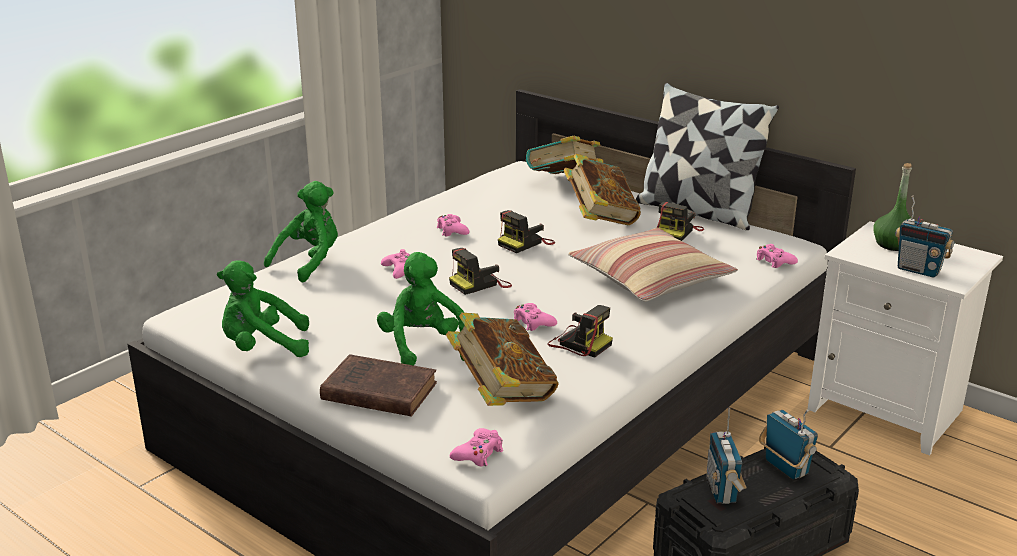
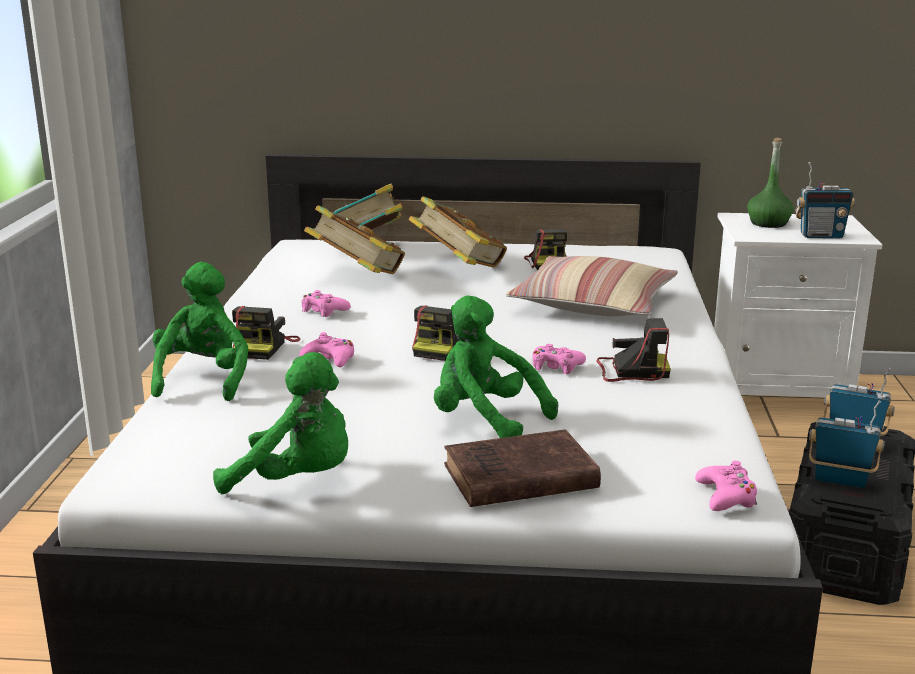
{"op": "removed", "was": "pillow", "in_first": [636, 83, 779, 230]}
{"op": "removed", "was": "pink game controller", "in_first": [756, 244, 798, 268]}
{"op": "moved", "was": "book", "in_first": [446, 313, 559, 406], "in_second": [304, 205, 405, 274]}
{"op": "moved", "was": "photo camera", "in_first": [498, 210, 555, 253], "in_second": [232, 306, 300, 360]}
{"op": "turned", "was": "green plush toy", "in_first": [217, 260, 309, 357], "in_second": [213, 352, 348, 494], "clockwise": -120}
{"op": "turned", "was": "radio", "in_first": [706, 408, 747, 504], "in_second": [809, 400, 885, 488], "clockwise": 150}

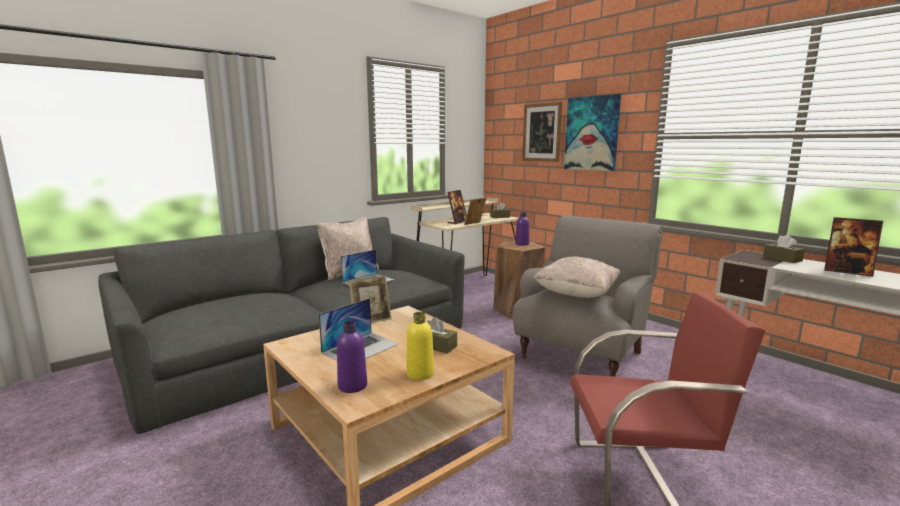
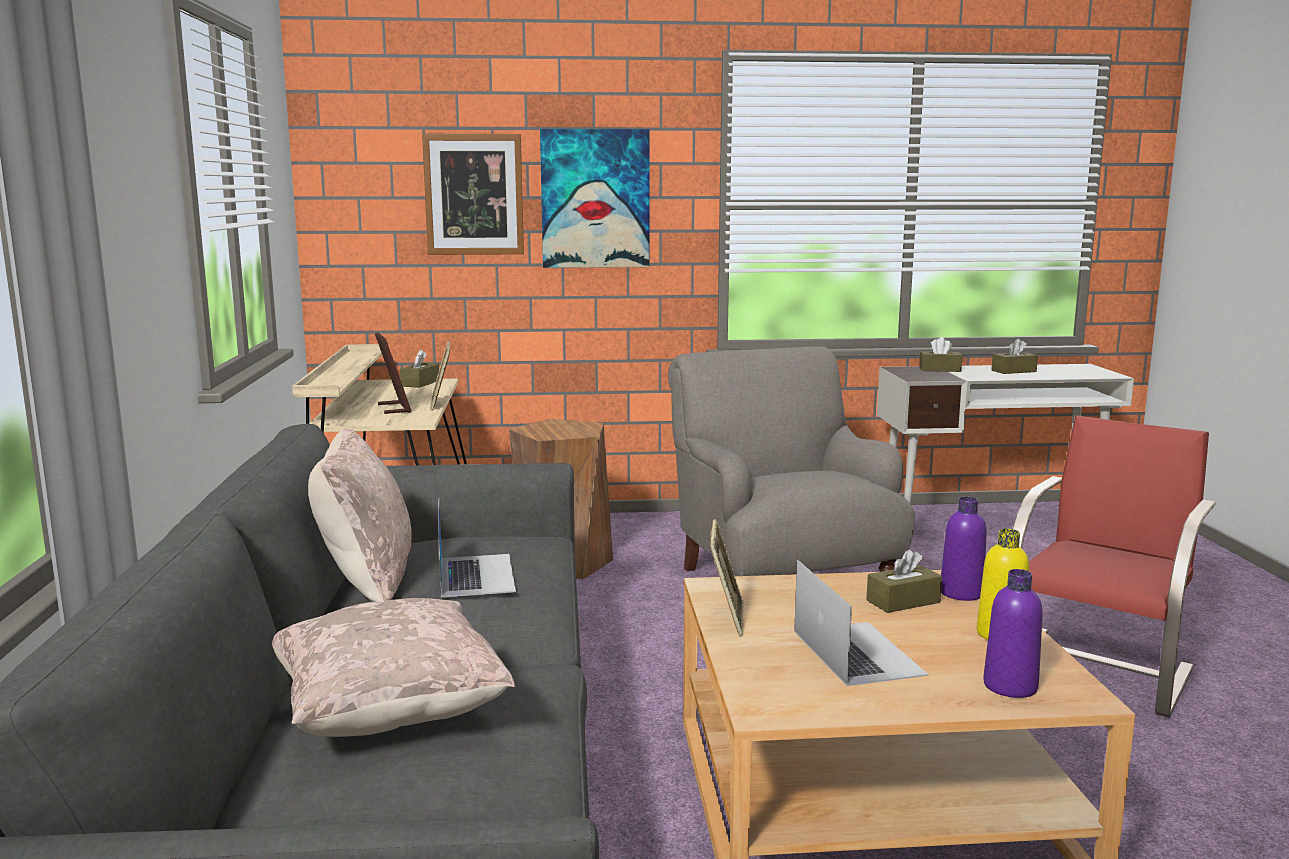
{"op": "moved", "was": "purple bottle", "in_first": [515, 212, 529, 246], "in_second": [941, 497, 987, 601]}
{"op": "moved", "was": "beige pillow", "in_first": [533, 256, 621, 298], "in_second": [272, 598, 515, 737]}
{"op": "replaced", "was": "picture frame", "now": "brown tissue box", "in_first": [824, 217, 883, 277], "in_second": [991, 338, 1038, 374]}

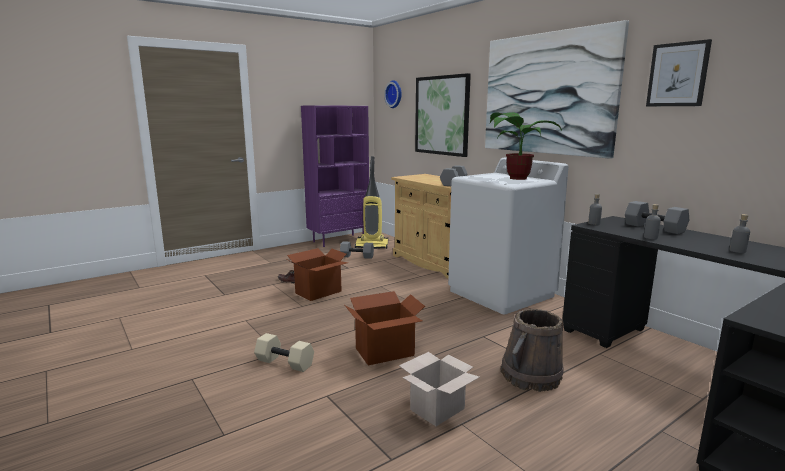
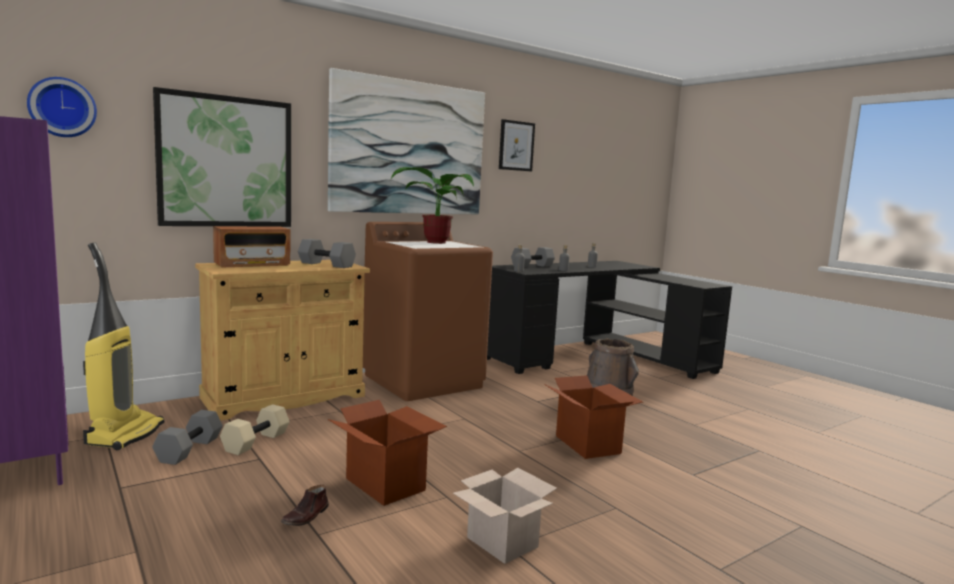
{"op": "added", "now": "radio", "in_second": [213, 226, 290, 267]}
{"op": "moved", "was": "beige dumbbell", "in_first": [254, 333, 314, 372], "in_second": [220, 404, 290, 455]}
{"op": "moved", "was": "cardboard box", "in_first": [399, 352, 479, 426], "in_second": [453, 468, 557, 564]}
{"op": "recoloured", "was": "white washing machine", "now": "brown washing machine", "in_first": [448, 157, 568, 315], "in_second": [363, 222, 493, 401]}

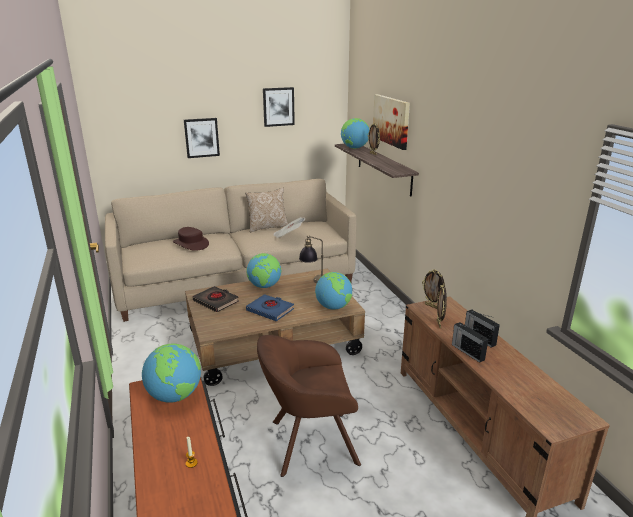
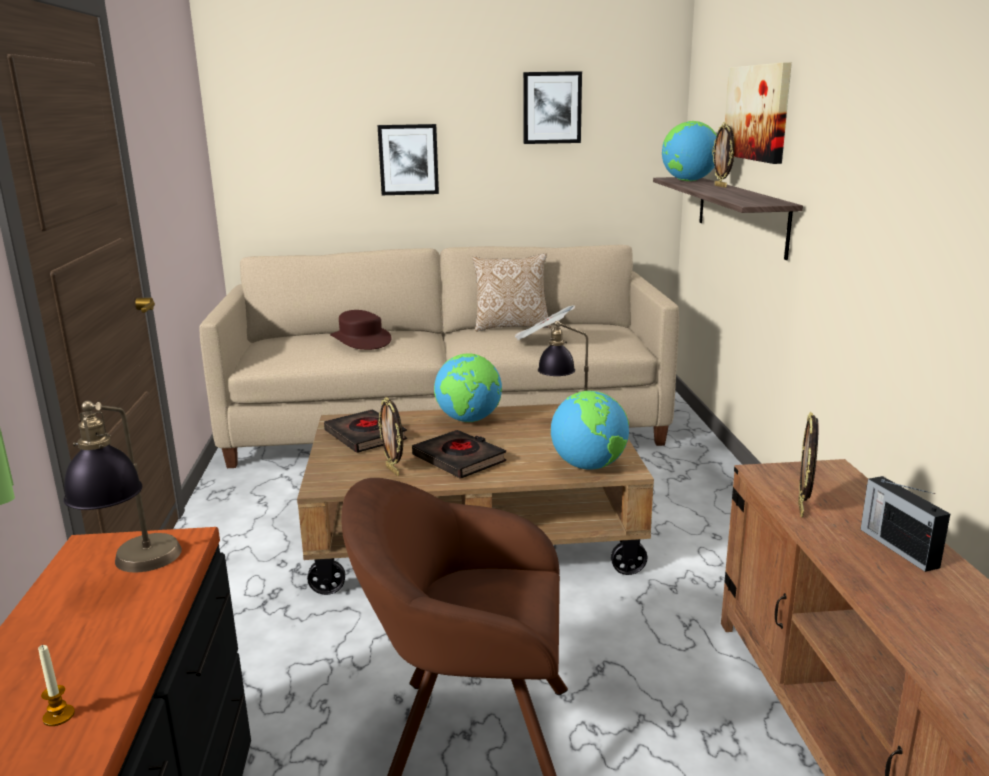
{"op": "removed", "was": "radio", "in_first": [452, 322, 488, 363]}
{"op": "moved", "was": "picture frame", "in_first": [422, 269, 445, 309], "in_second": [378, 397, 403, 476]}
{"op": "replaced", "was": "globe", "now": "table lamp", "in_first": [142, 344, 201, 402], "in_second": [64, 401, 182, 572]}
{"op": "recoloured", "was": "blue book", "now": "black book", "in_first": [246, 294, 294, 321], "in_second": [412, 430, 506, 479]}

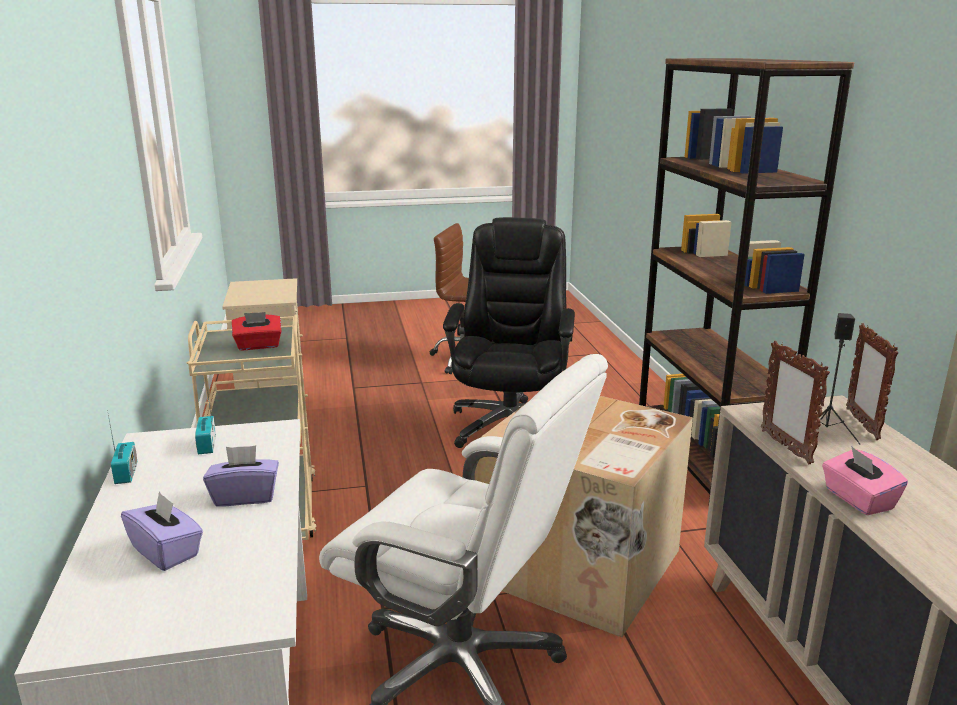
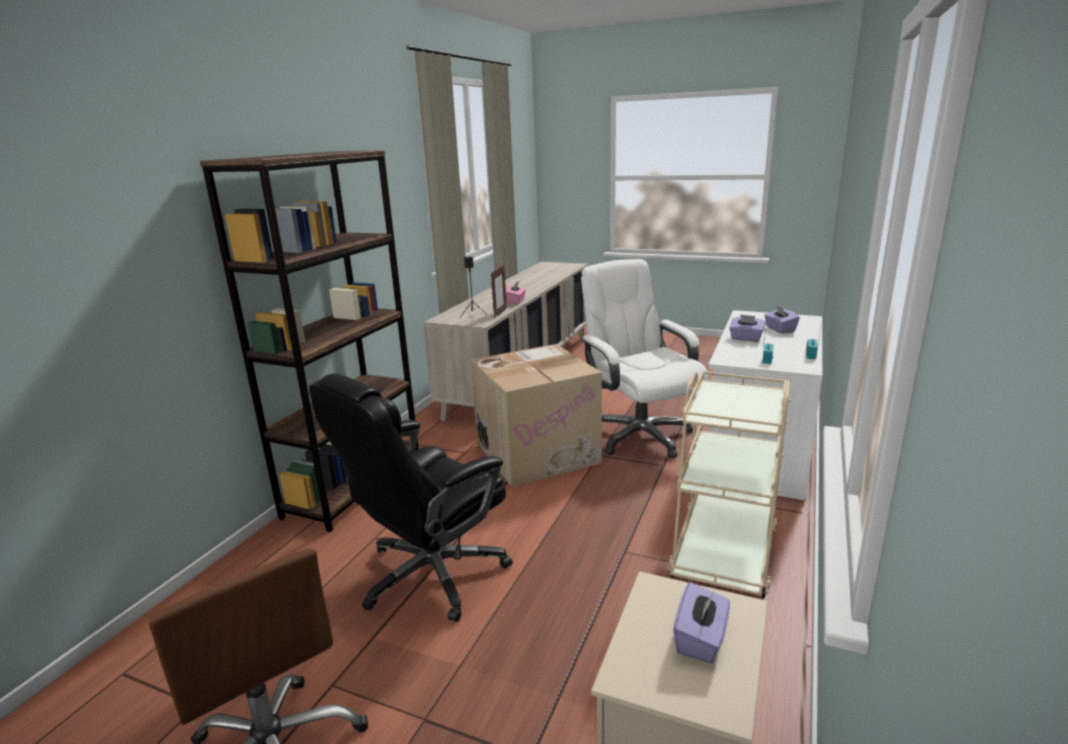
{"op": "removed", "was": "red tissue box", "in_first": [232, 312, 281, 350]}
{"op": "removed", "was": "picture frame", "in_first": [846, 323, 898, 440]}
{"op": "added", "now": "purple tissue box", "in_second": [673, 582, 730, 663]}

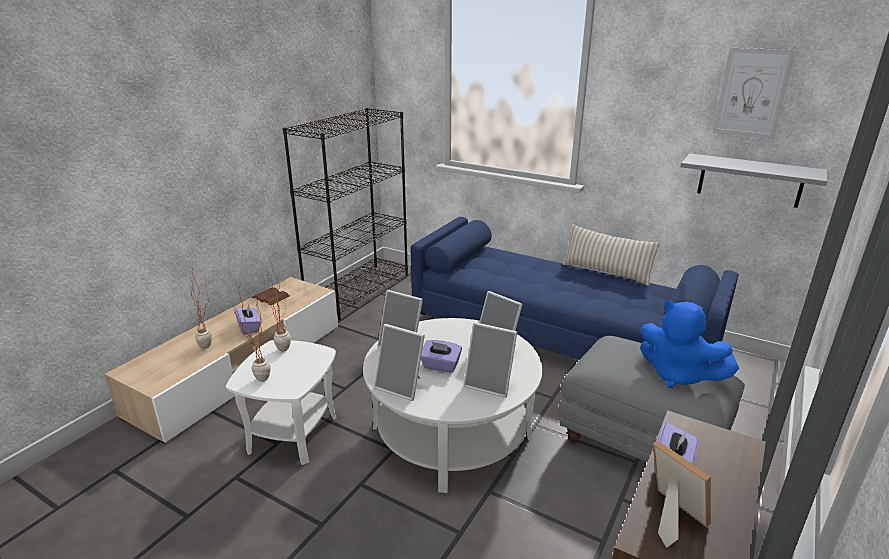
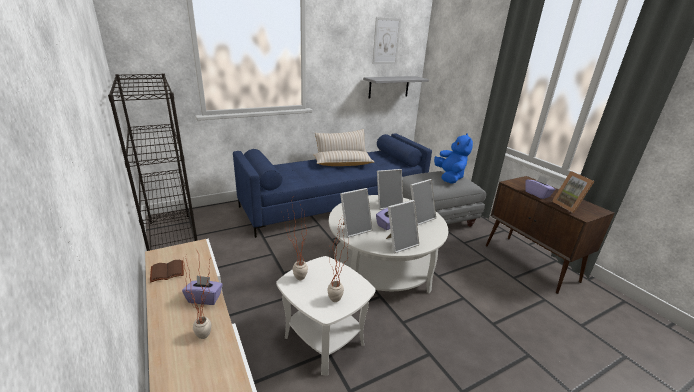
{"op": "added", "now": "beige pillow", "in_second": [313, 150, 374, 166]}
{"op": "turned", "was": "blue plush toy", "in_first": [640, 300, 739, 388], "in_second": [434, 133, 473, 184], "clockwise": -75}
{"op": "turned", "was": "picture frame", "in_first": [653, 440, 711, 548], "in_second": [552, 171, 595, 213], "clockwise": -105}

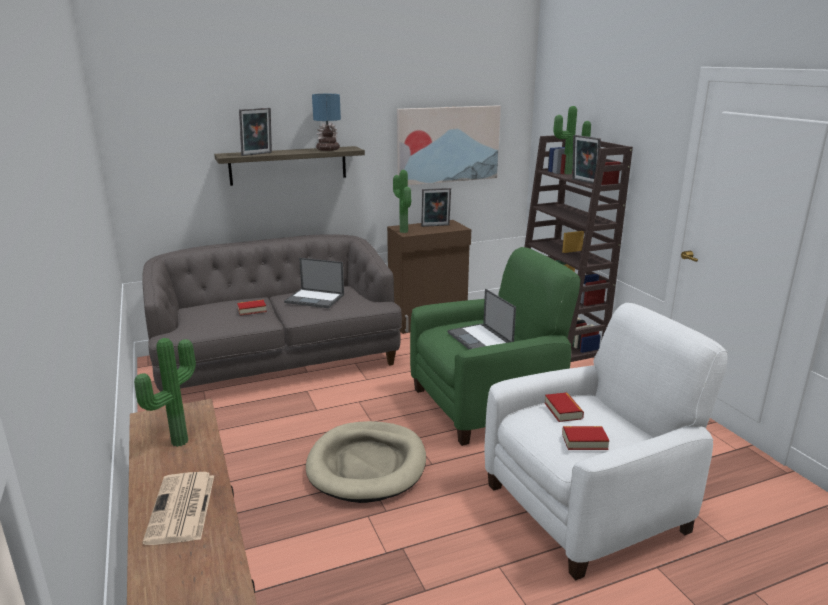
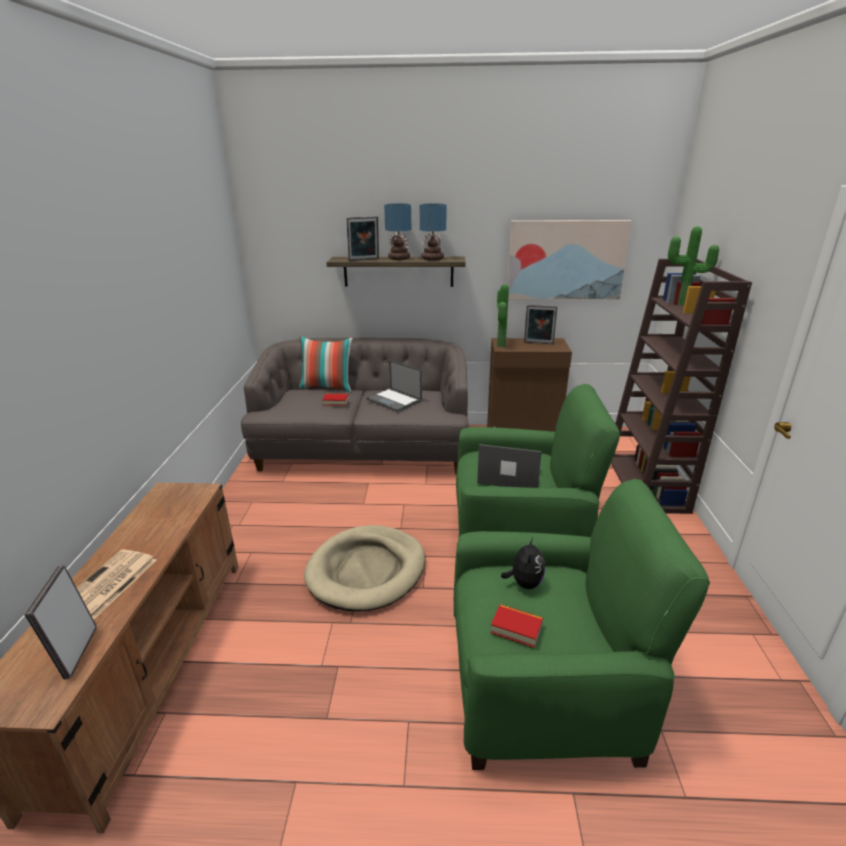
{"op": "removed", "was": "potted plant", "in_first": [134, 338, 196, 447]}
{"op": "added", "now": "pillow", "in_second": [299, 336, 353, 392]}
{"op": "added", "now": "table lamp", "in_second": [384, 203, 411, 260]}
{"op": "moved", "was": "picture frame", "in_first": [572, 135, 601, 184], "in_second": [25, 565, 97, 680]}
{"op": "replaced", "was": "book", "now": "plush toy", "in_first": [545, 392, 584, 422], "in_second": [501, 537, 545, 589]}
{"op": "recoloured", "was": "white armchair", "now": "green armchair", "in_first": [484, 303, 728, 580], "in_second": [454, 479, 710, 770]}
{"op": "turned", "was": "laptop", "in_first": [448, 289, 516, 349], "in_second": [477, 444, 542, 488], "clockwise": 105}

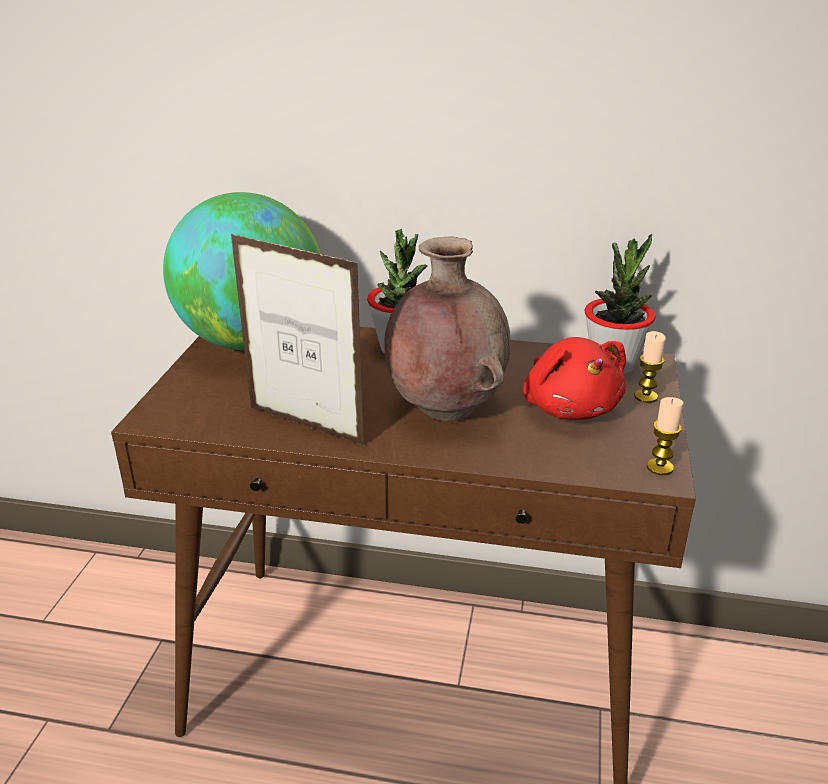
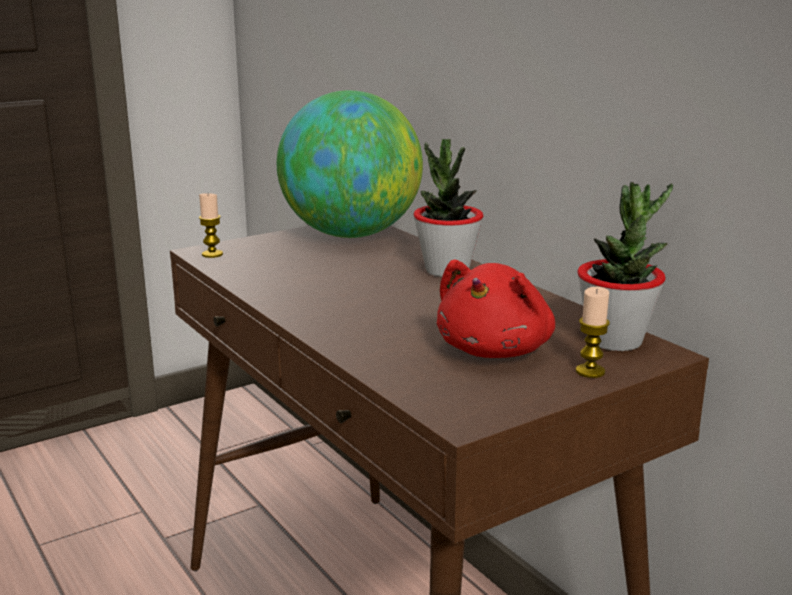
{"op": "removed", "was": "picture frame", "in_first": [231, 234, 365, 446]}
{"op": "removed", "was": "brown vase", "in_first": [384, 236, 511, 421]}
{"op": "moved", "was": "candle", "in_first": [647, 397, 684, 475], "in_second": [199, 193, 223, 258]}

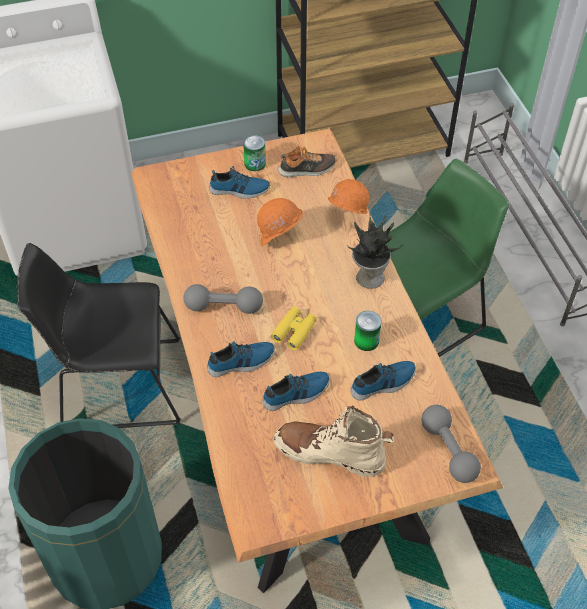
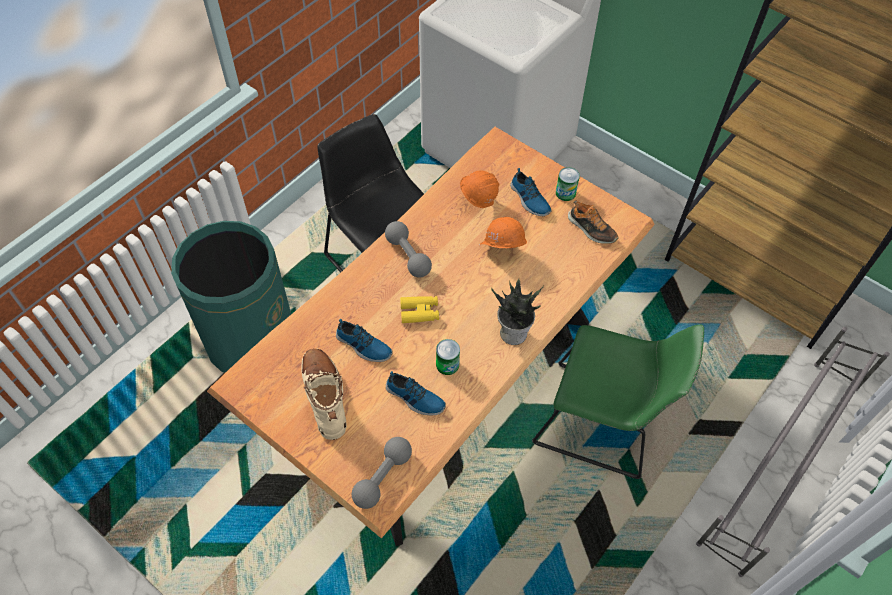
{"op": "removed", "was": "shoe", "in_first": [207, 341, 275, 377]}
{"op": "moved", "was": "orange hard hat", "in_first": [328, 179, 369, 214], "in_second": [460, 171, 499, 208]}

